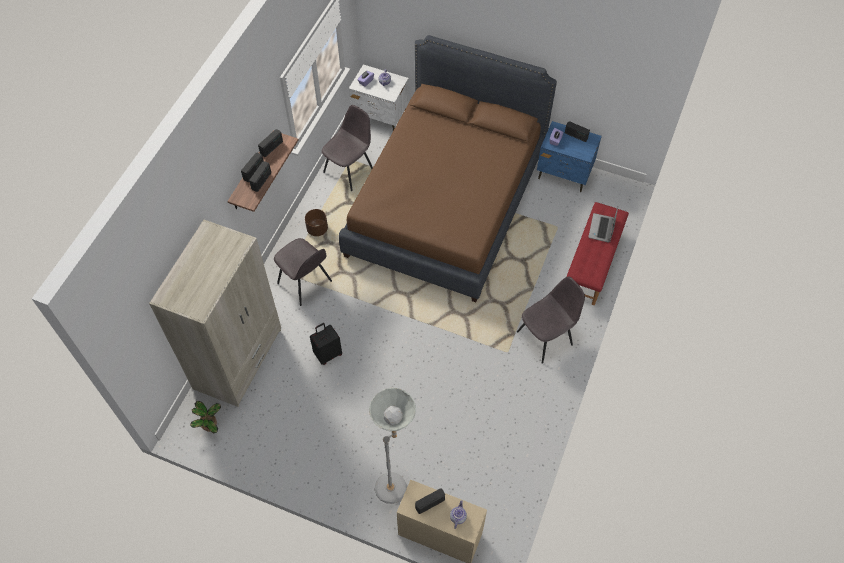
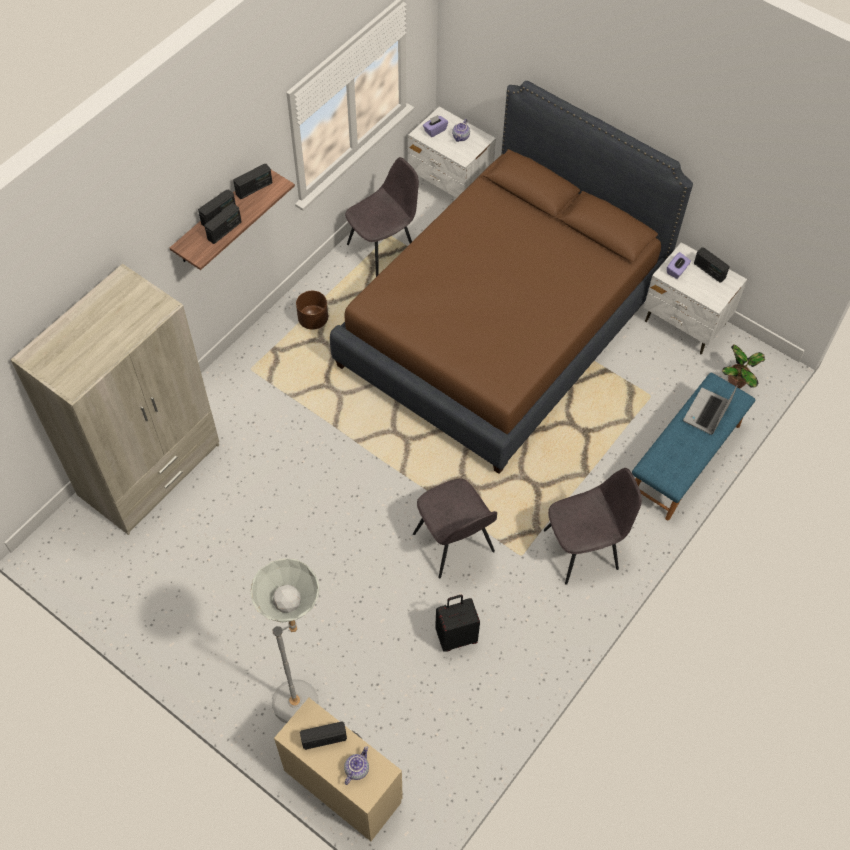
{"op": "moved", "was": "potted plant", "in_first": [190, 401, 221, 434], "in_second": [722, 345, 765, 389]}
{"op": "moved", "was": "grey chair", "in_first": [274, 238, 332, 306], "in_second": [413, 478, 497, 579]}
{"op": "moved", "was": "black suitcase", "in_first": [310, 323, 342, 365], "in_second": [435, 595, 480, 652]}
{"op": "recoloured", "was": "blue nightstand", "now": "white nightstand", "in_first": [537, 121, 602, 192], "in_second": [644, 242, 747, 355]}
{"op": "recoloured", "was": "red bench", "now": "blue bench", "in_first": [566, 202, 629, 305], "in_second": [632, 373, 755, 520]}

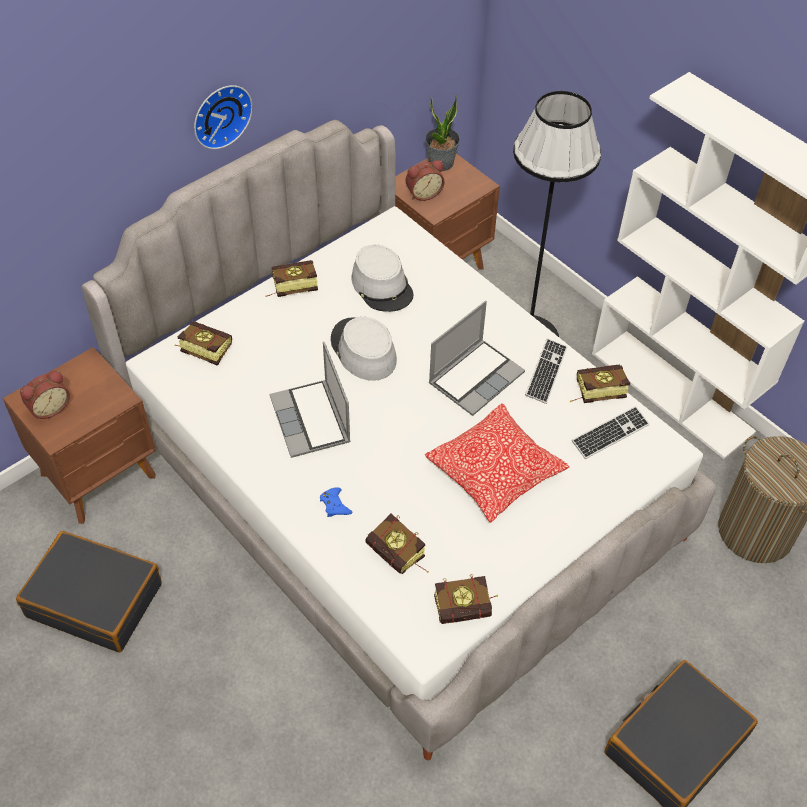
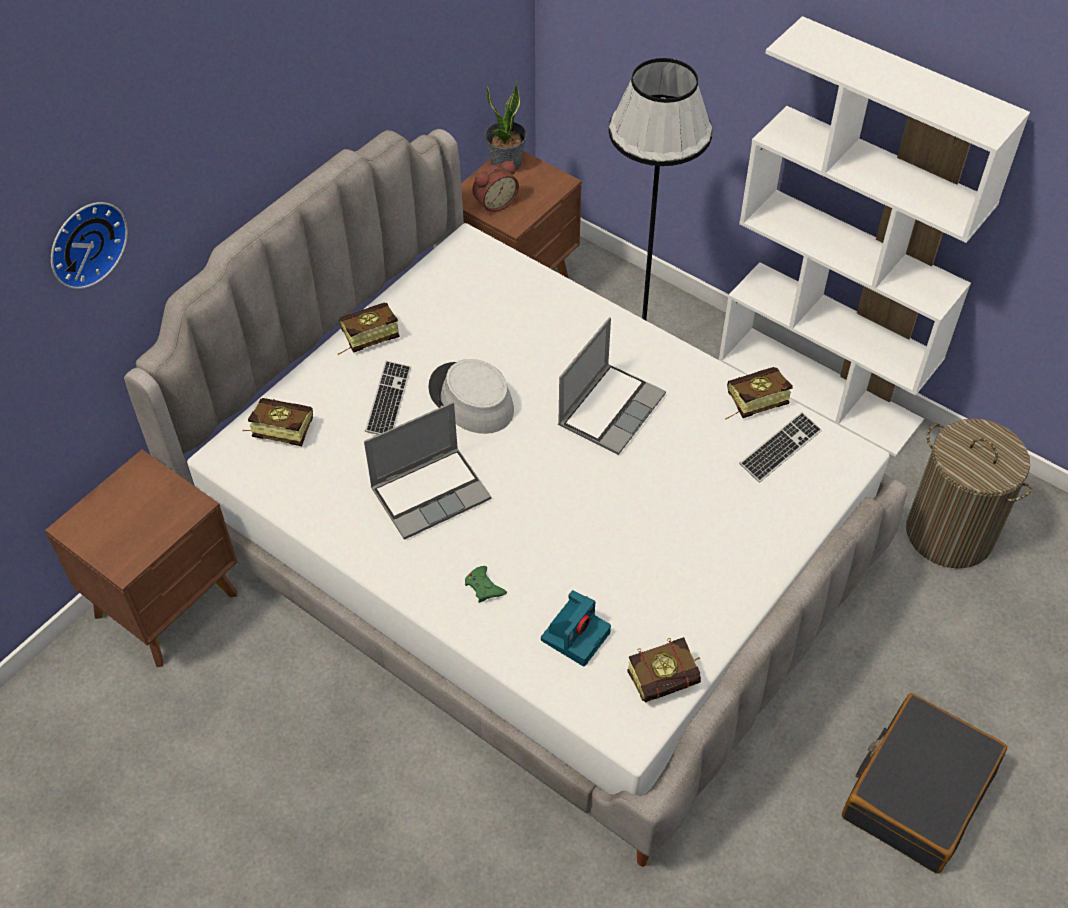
{"op": "removed", "was": "black suitcase", "in_first": [16, 531, 162, 653]}
{"op": "removed", "was": "alarm clock", "in_first": [20, 371, 70, 419]}
{"op": "removed", "was": "grey hat", "in_first": [351, 245, 414, 312]}
{"op": "removed", "was": "pillow", "in_first": [425, 403, 569, 523]}
{"op": "moved", "was": "wall clock", "in_first": [194, 85, 253, 149], "in_second": [51, 202, 128, 289]}
{"op": "moved", "was": "keyboard", "in_first": [525, 338, 567, 404], "in_second": [365, 361, 411, 435]}
{"op": "replaced", "was": "book", "now": "photo camera", "in_first": [366, 513, 429, 574], "in_second": [541, 590, 611, 667]}
{"op": "recoloured", "was": "blue game controller", "now": "green game controller", "in_first": [320, 487, 353, 517], "in_second": [465, 566, 507, 603]}
{"op": "turned", "was": "laptop", "in_first": [270, 342, 351, 458], "in_second": [364, 402, 491, 540], "clockwise": -90}

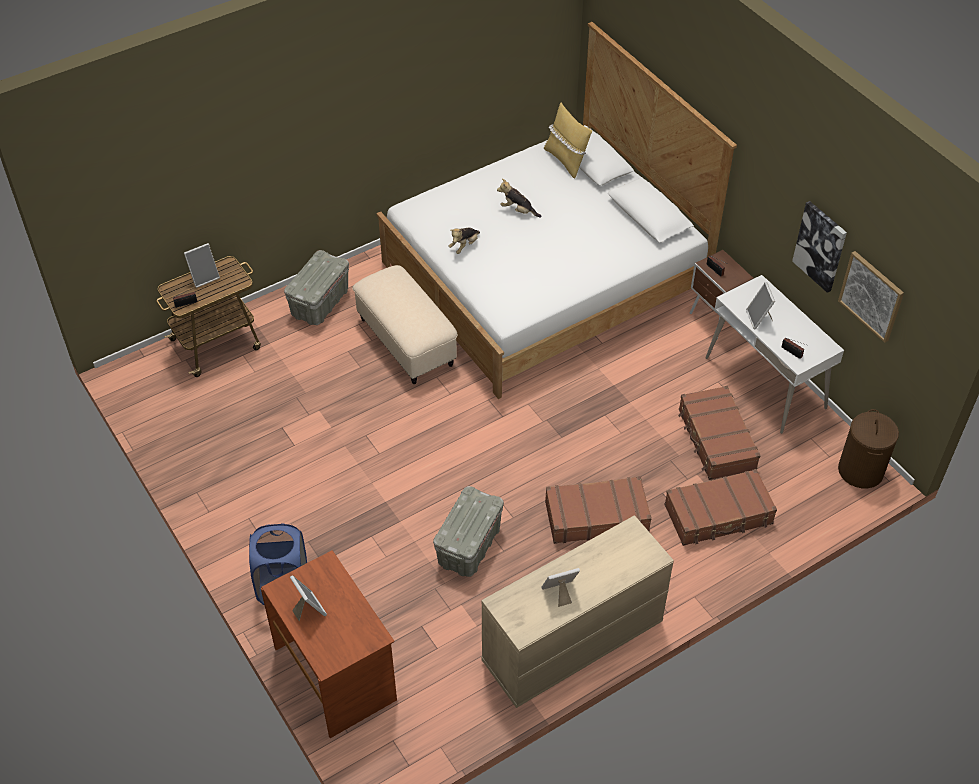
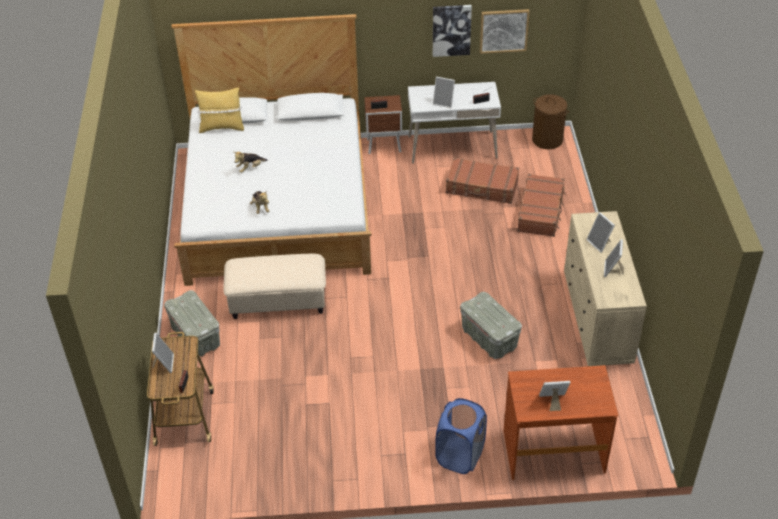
{"op": "removed", "was": "brown suitcase", "in_first": [545, 476, 652, 544]}
{"op": "added", "now": "picture frame", "in_second": [586, 212, 615, 253]}

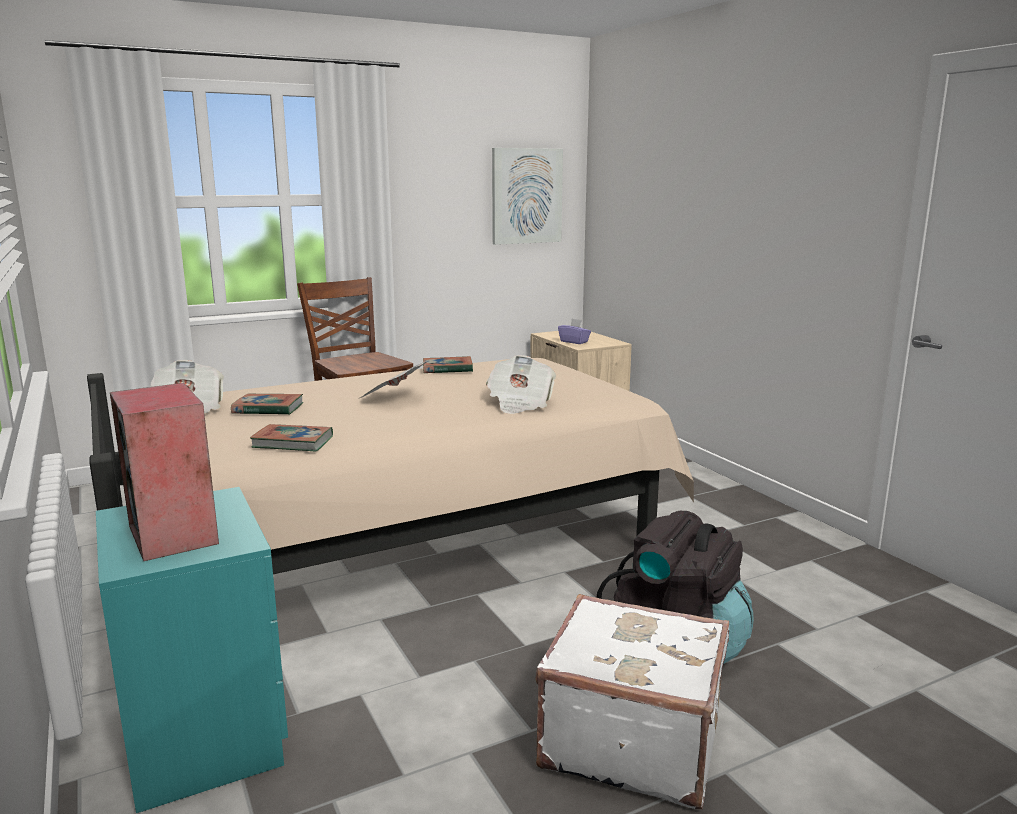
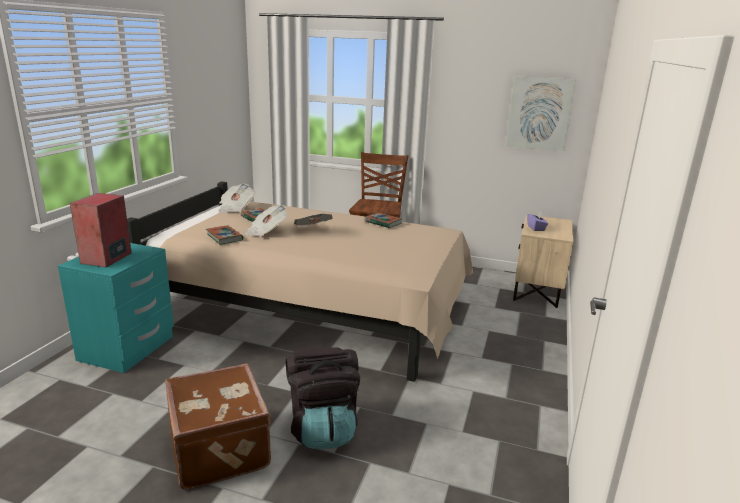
{"op": "moved", "was": "newspaper", "in_first": [486, 355, 556, 414], "in_second": [244, 205, 288, 237]}
{"op": "recoloured", "was": "white suitcase", "now": "brown suitcase", "in_first": [535, 594, 729, 809], "in_second": [165, 363, 271, 490]}

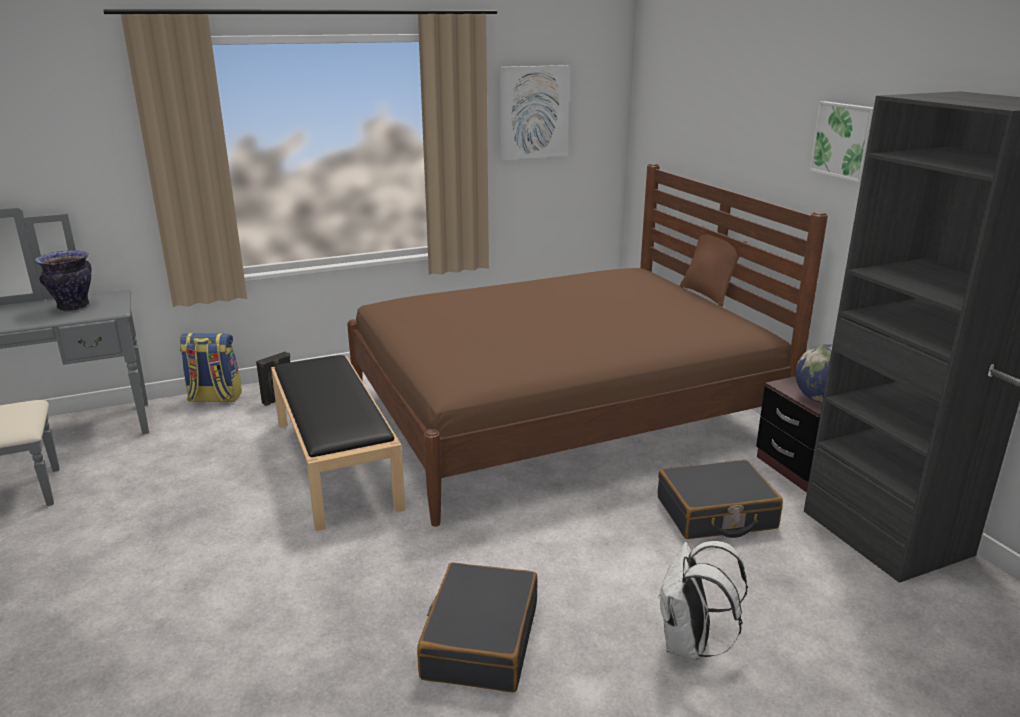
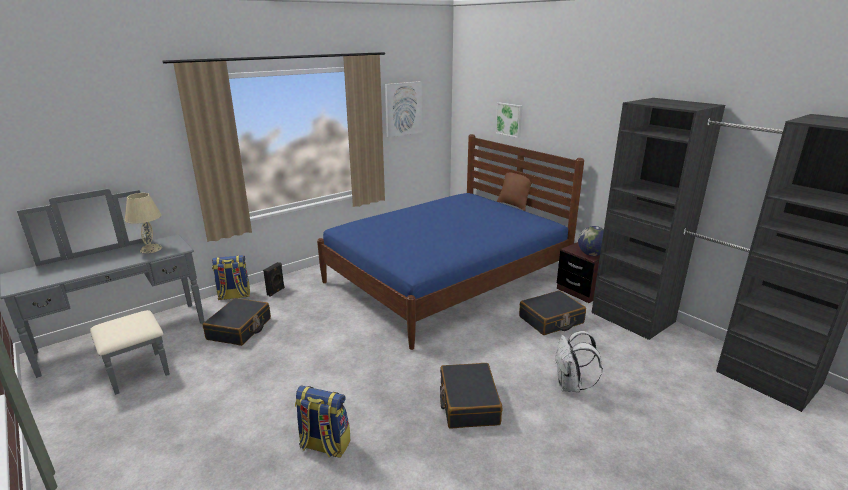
{"op": "removed", "was": "black bench", "in_first": [271, 355, 406, 531]}
{"op": "added", "now": "black suitcase", "in_second": [203, 298, 271, 346]}
{"op": "added", "now": "backpack", "in_second": [295, 386, 350, 458]}
{"op": "moved", "was": "picture", "in_first": [809, 101, 874, 182], "in_second": [495, 102, 523, 138]}
{"op": "replaced", "was": "vase", "now": "beige table lamp", "in_first": [35, 250, 92, 311], "in_second": [125, 193, 162, 254]}
{"op": "recoloured", "was": "brown bed", "now": "blue bed", "in_first": [347, 163, 828, 527], "in_second": [317, 134, 584, 350]}

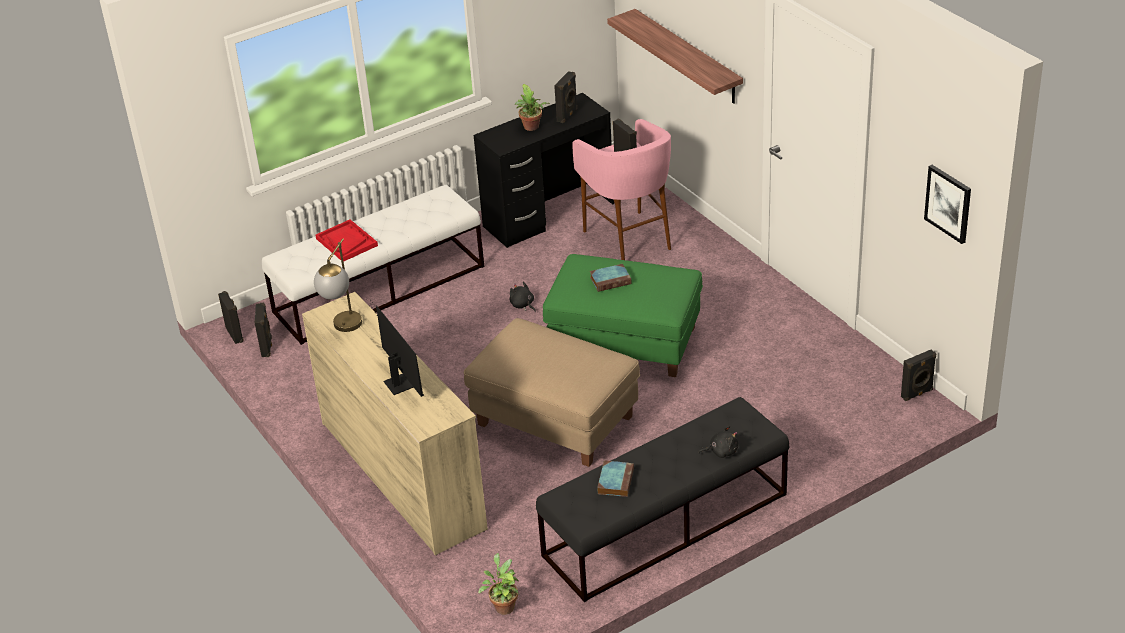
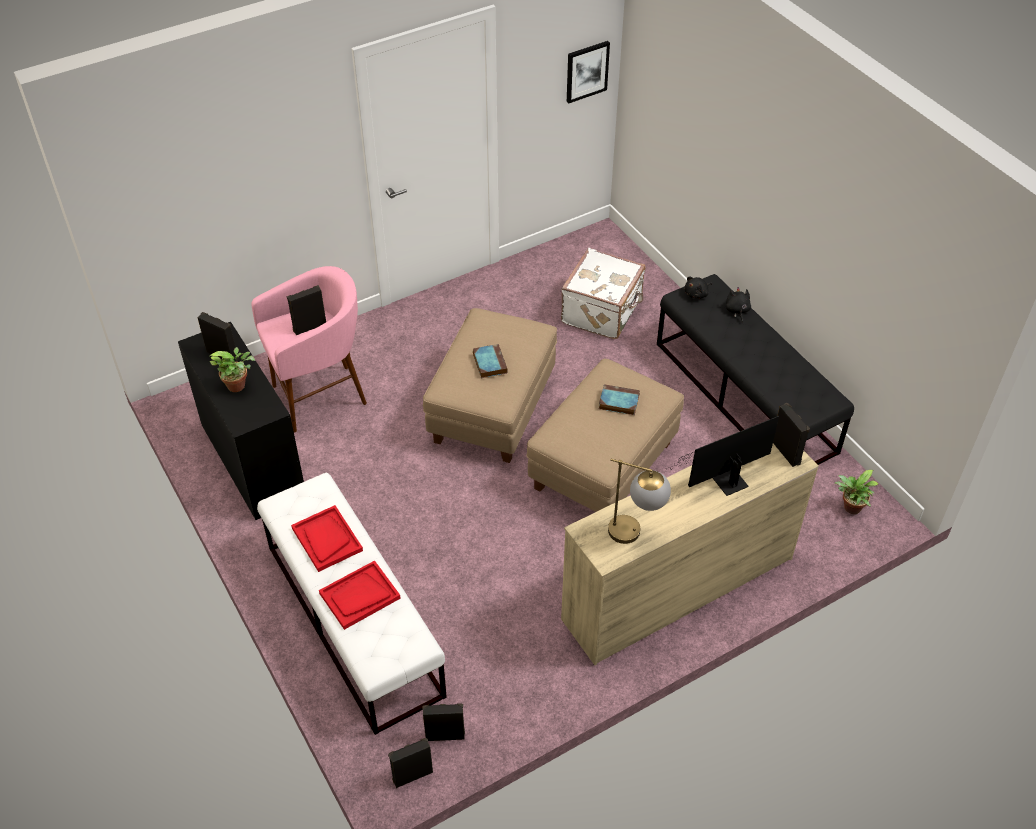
{"op": "removed", "was": "shelf", "in_first": [607, 9, 743, 104]}
{"op": "added", "now": "red tray", "in_second": [291, 505, 363, 572]}
{"op": "added", "now": "white suitcase", "in_second": [561, 248, 645, 339]}
{"op": "moved", "was": "black plush toy", "in_first": [509, 282, 536, 312], "in_second": [684, 276, 712, 299]}
{"op": "moved", "was": "book", "in_first": [597, 460, 634, 497], "in_second": [599, 384, 640, 415]}
{"op": "moved", "was": "black speaker", "in_first": [901, 350, 936, 401], "in_second": [773, 403, 810, 467]}
{"op": "recoloured", "was": "green ottoman", "now": "beige ottoman", "in_first": [543, 254, 703, 377], "in_second": [423, 308, 557, 463]}

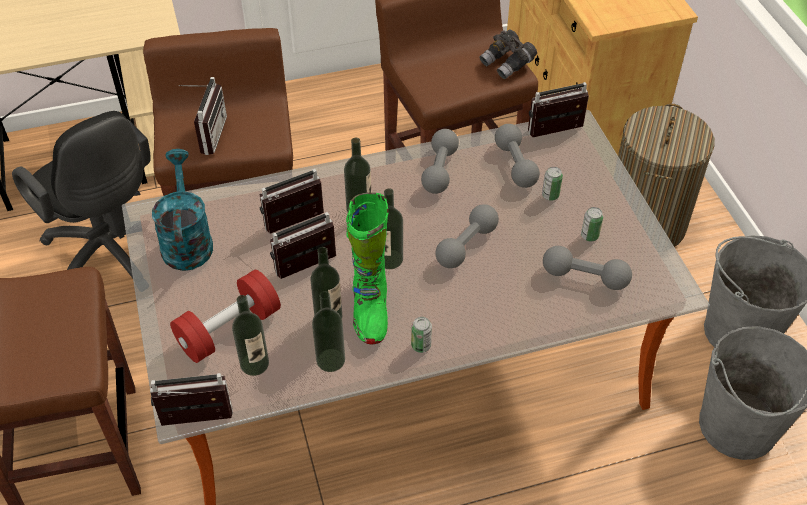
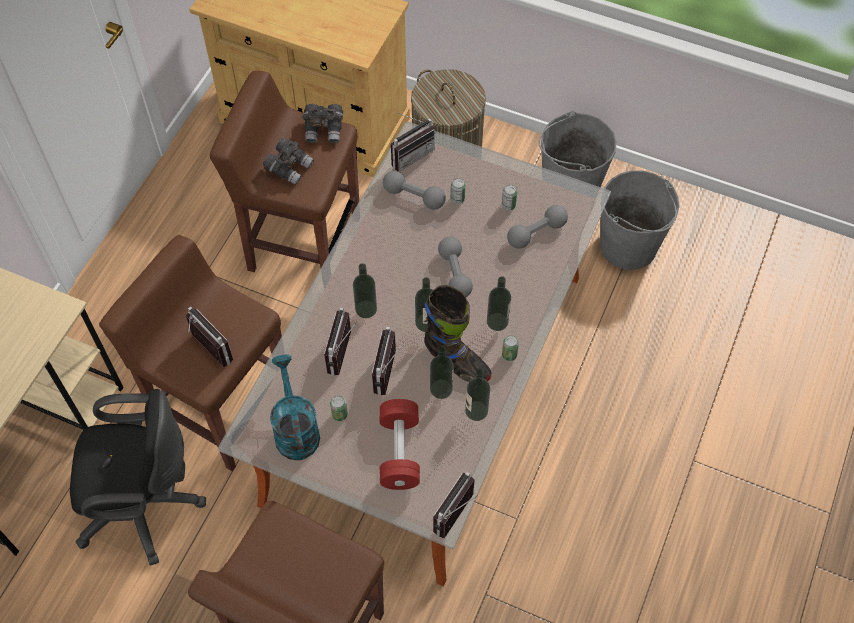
{"op": "removed", "was": "grey dumbbell", "in_first": [421, 129, 459, 194]}
{"op": "added", "now": "grey binoculars", "in_second": [263, 138, 314, 185]}
{"op": "added", "now": "can", "in_second": [330, 396, 348, 421]}
{"op": "moved", "was": "bottle", "in_first": [232, 295, 269, 376], "in_second": [487, 276, 511, 331]}
{"op": "recoloured", "was": "green boot", "now": "black boot", "in_first": [346, 193, 389, 345], "in_second": [424, 285, 492, 382]}
{"op": "turned", "was": "turquoise watering can", "in_first": [152, 149, 213, 271], "in_second": [270, 354, 320, 460], "clockwise": 45}
{"op": "turned", "was": "radio", "in_first": [528, 82, 589, 137], "in_second": [391, 112, 435, 172], "clockwise": -150}

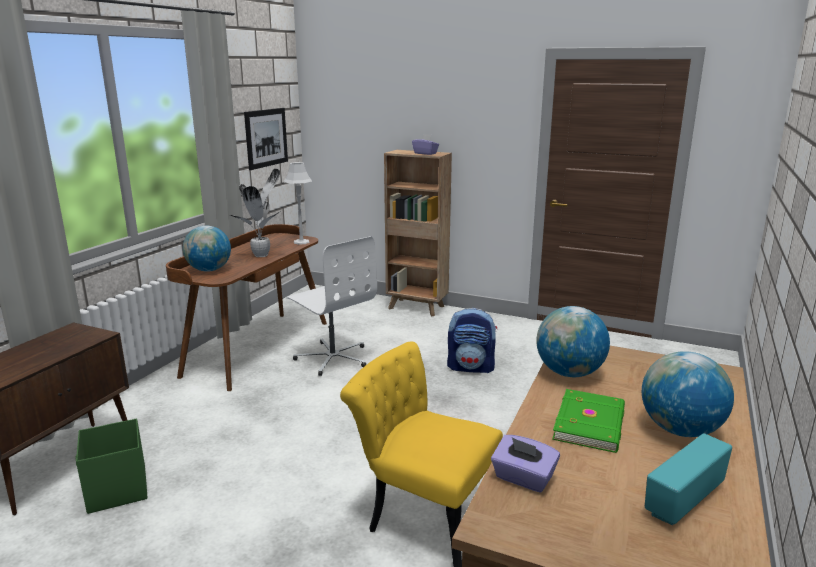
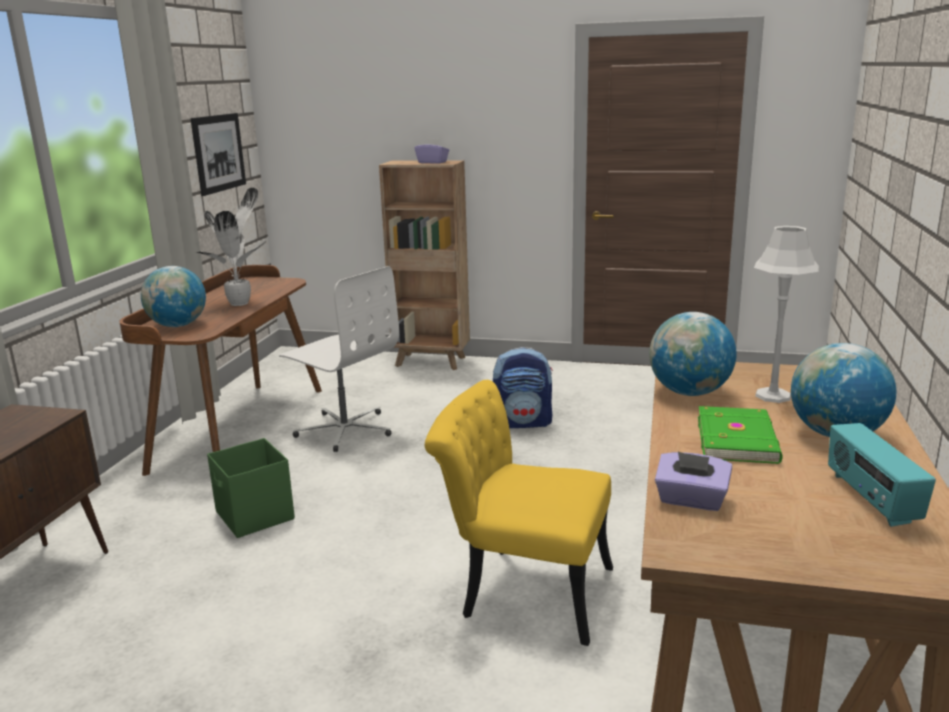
{"op": "moved", "was": "green storage box", "in_first": [75, 418, 148, 514], "in_second": [207, 438, 295, 538]}
{"op": "moved", "was": "grey table lamp", "in_first": [284, 162, 312, 245], "in_second": [754, 226, 819, 403]}
{"op": "turned", "was": "radio", "in_first": [645, 434, 732, 525], "in_second": [828, 423, 936, 527], "clockwise": -45}

